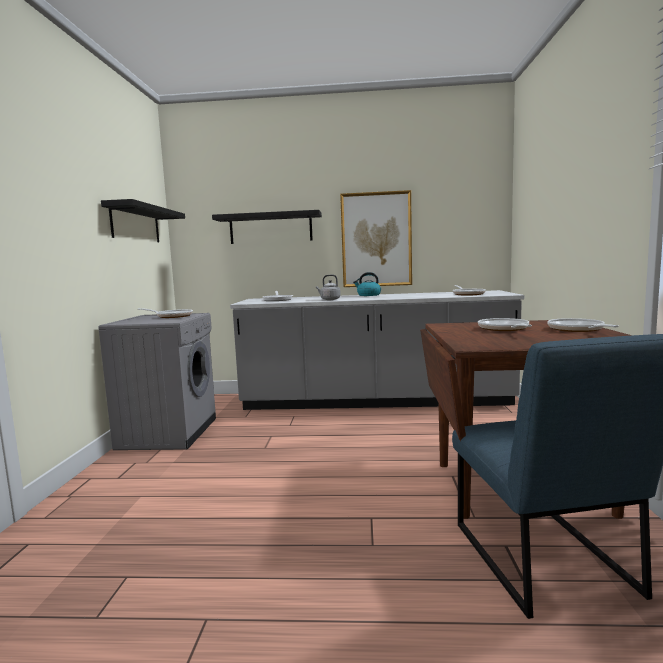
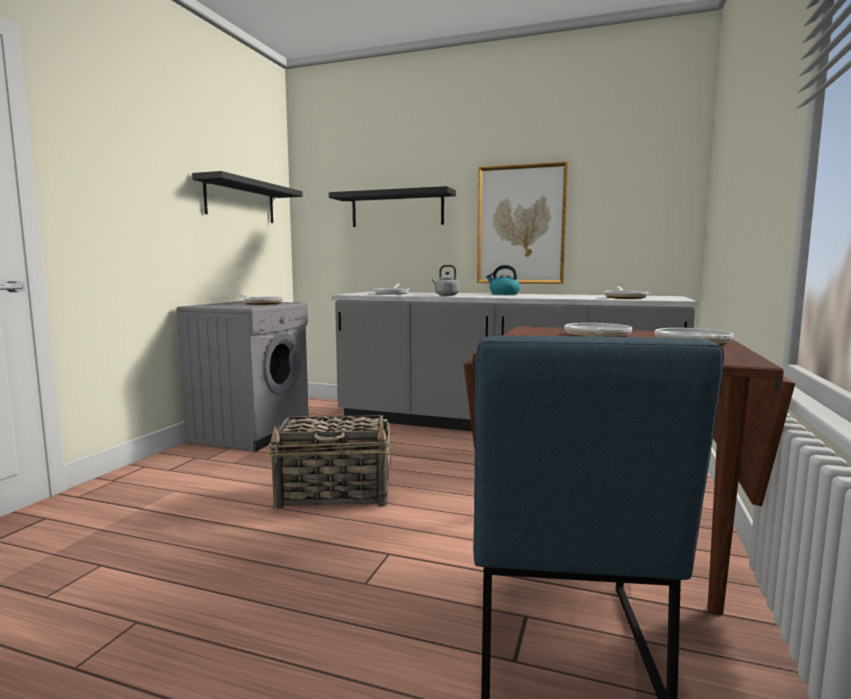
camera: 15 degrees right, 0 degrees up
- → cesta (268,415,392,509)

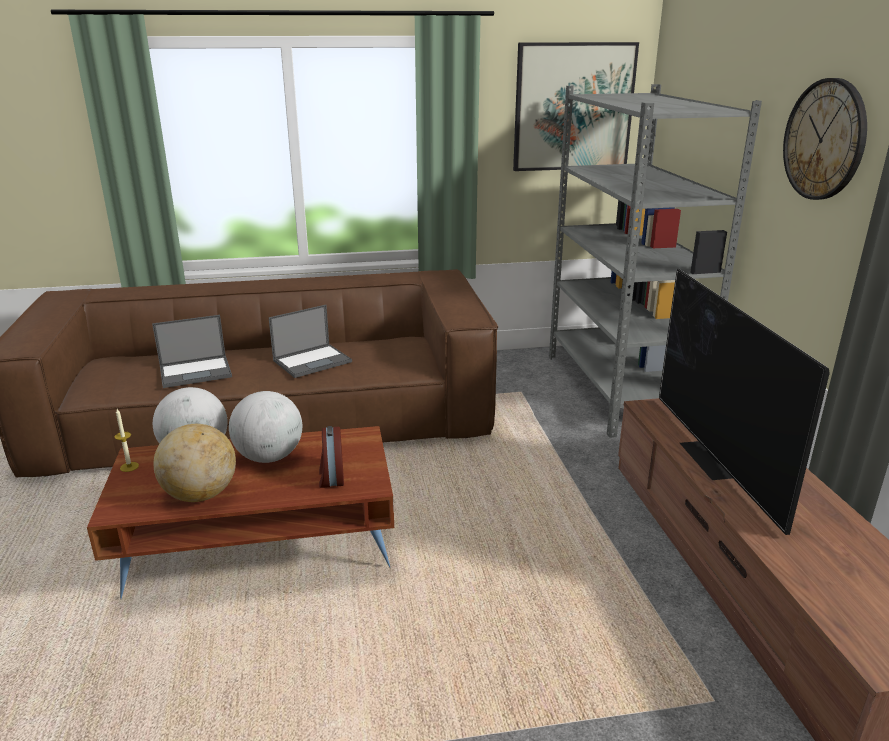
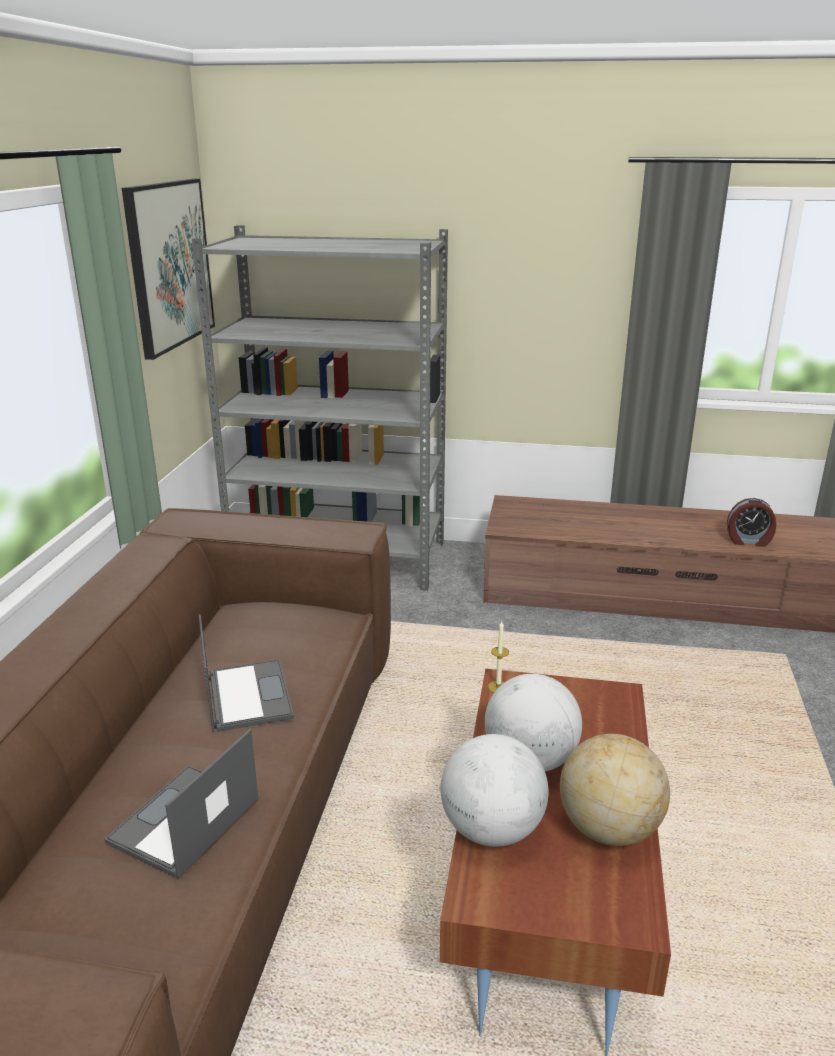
camera: 70 degrees left, 0 degrees up
portátil (152,315,232,388) → portátil (104,729,258,879), 150 degrees counterclockwise
vela (115,409,139,472) → vela (488,621,509,692), shifted
despertador (319,426,344,488) → despertador (727,498,776,547), shifted
televisor (659,269,830,535) → -
reloj de pared (783,78,867,200) → -

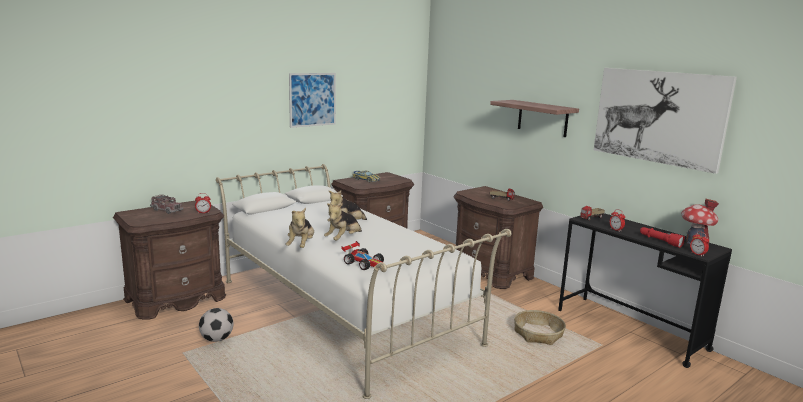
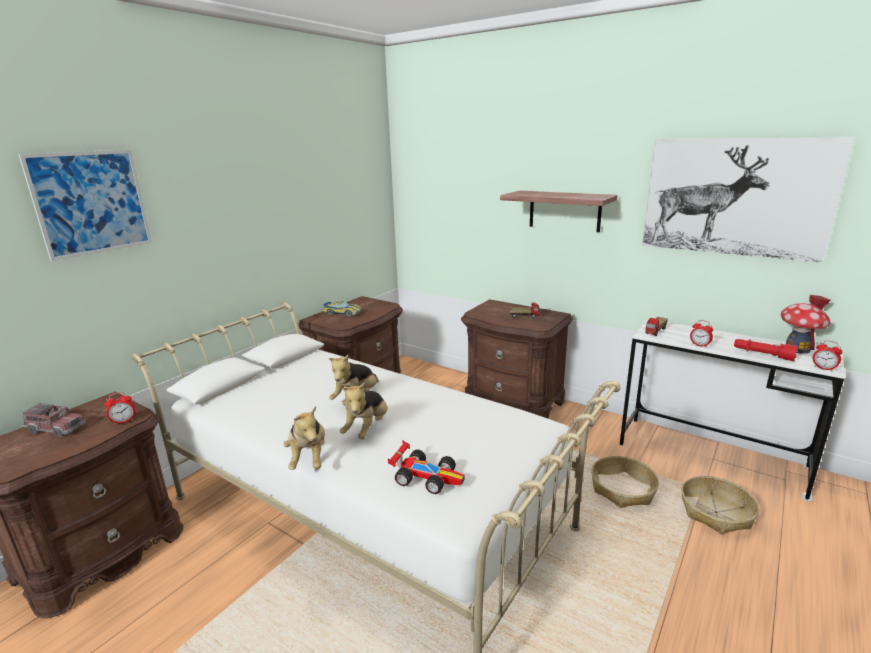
camera: 15 degrees left, 5 degrees up
cuadro (289,73,336,128) → cuadro (18,150,152,261), shifted
escritorio/negro (558,213,732,368) → escritorio/blanco (620,319,845,502)
- → cesta (681,476,759,534)
balón de fútbol (199,308,234,342) → -

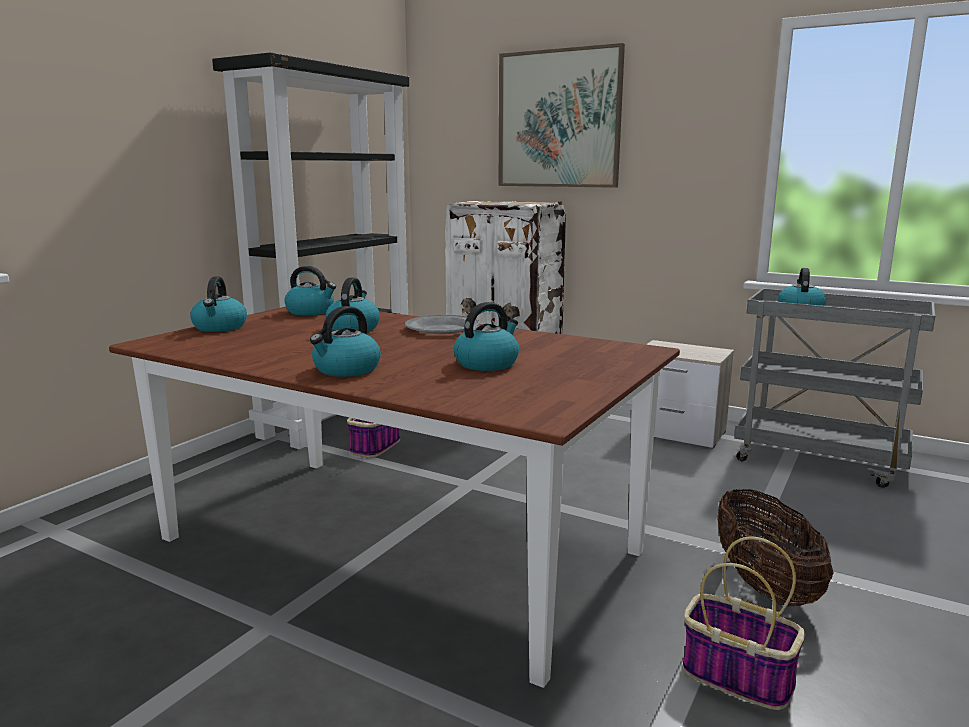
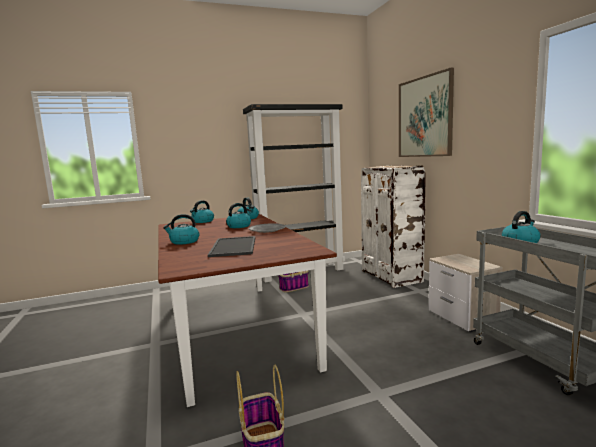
camera: 40 degrees right, 5 degrees down
hervidor (454,302,519,371) → bandeja (208,236,255,257)
cesta (718,489,834,606) → -

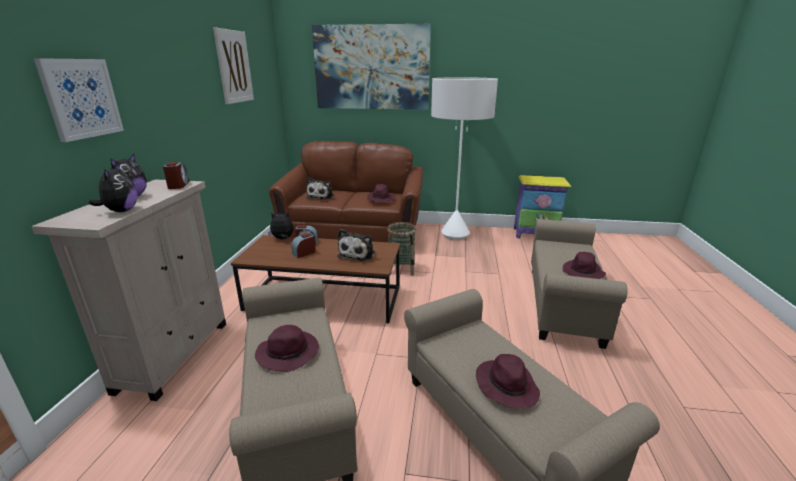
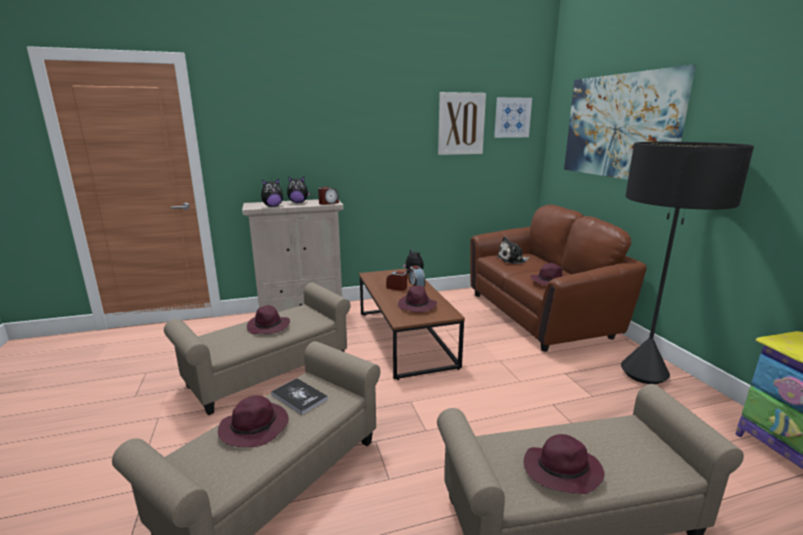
camera: 65 degrees right, 5 degrees down
- → libro (271,378,328,415)
peluche (337,229,375,261) → sombrero/morado (398,286,437,312)
cuadro (34,58,124,142) → cuadro (494,97,532,138), shifted
lámpara de pie/blanco (431,77,498,240) → lámpara de pie/negro (621,142,754,384)
cesta (387,222,416,276) → -

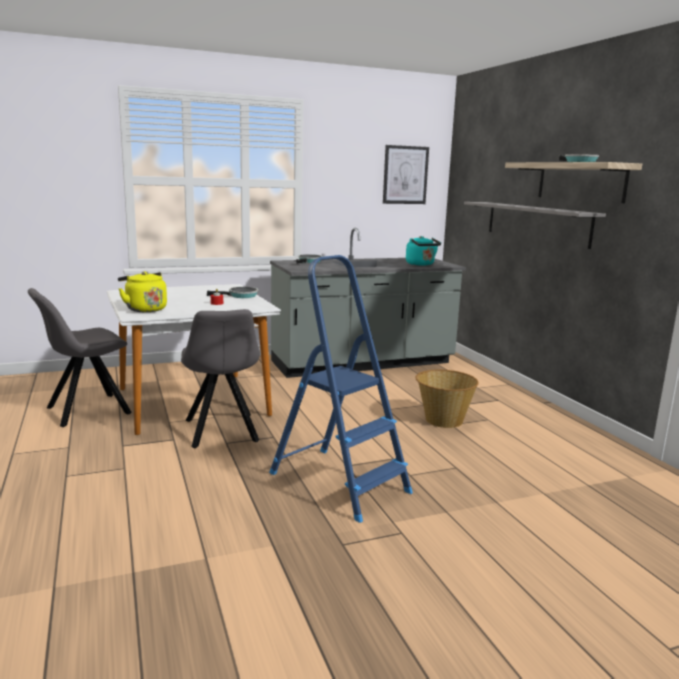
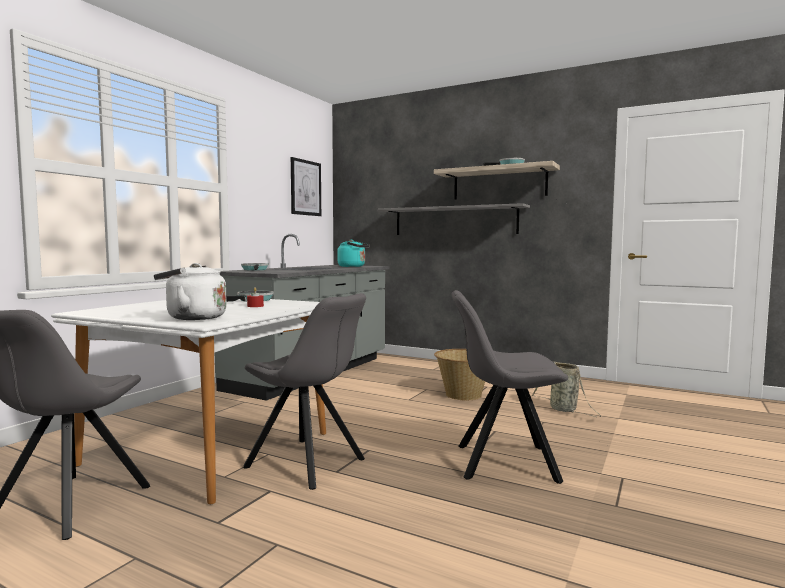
camera: 40 degrees left, 10 degrees down
hervidor/amarillo (118,271,167,312) → hervidor/blanco (154,263,227,320)
escalera de tijera/azul (269,255,413,523) → silla/gris (451,290,568,484)
- → cesta (532,361,601,417)

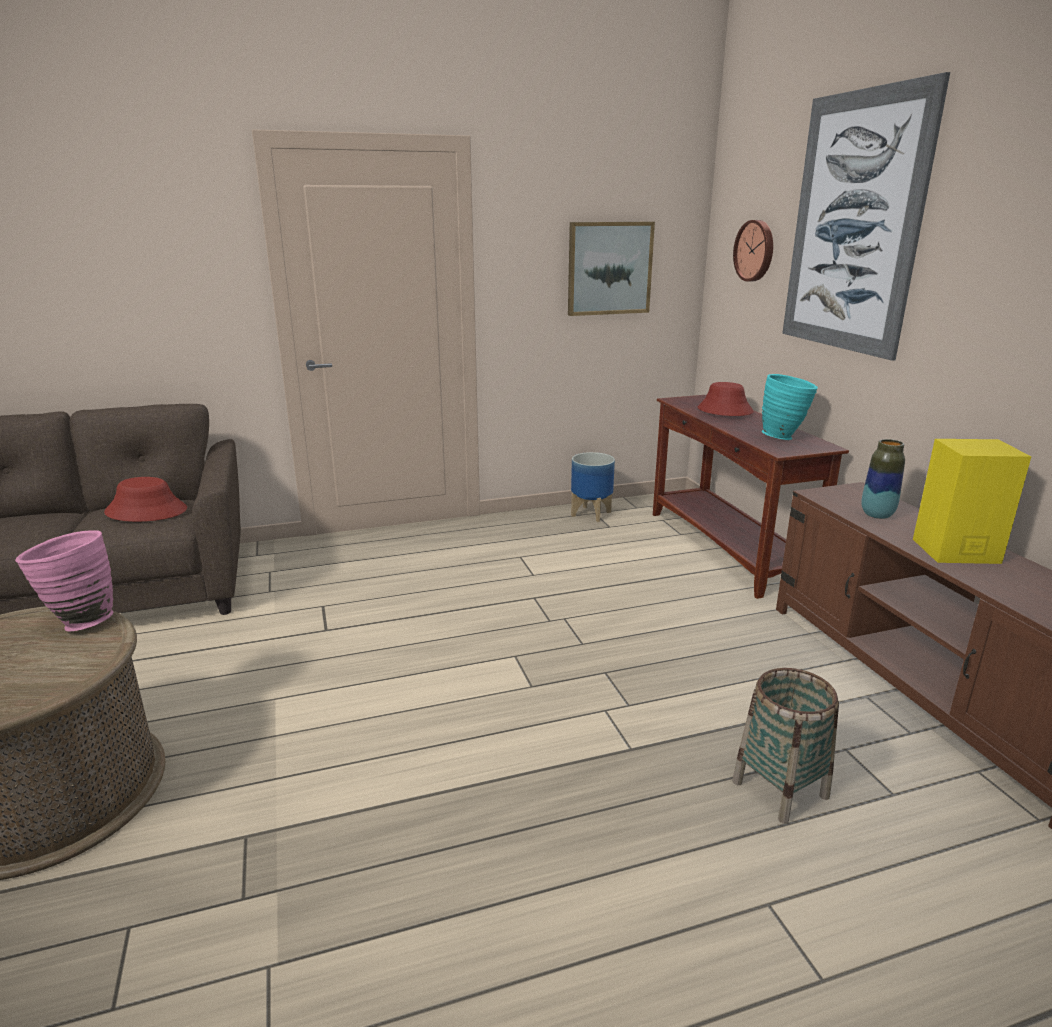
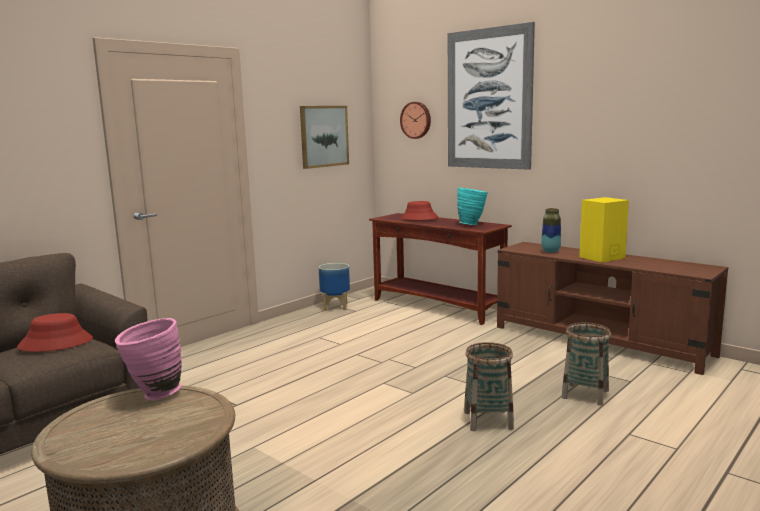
camera: 30 degrees left, 10 degrees down
- → cesta (464,342,514,431)

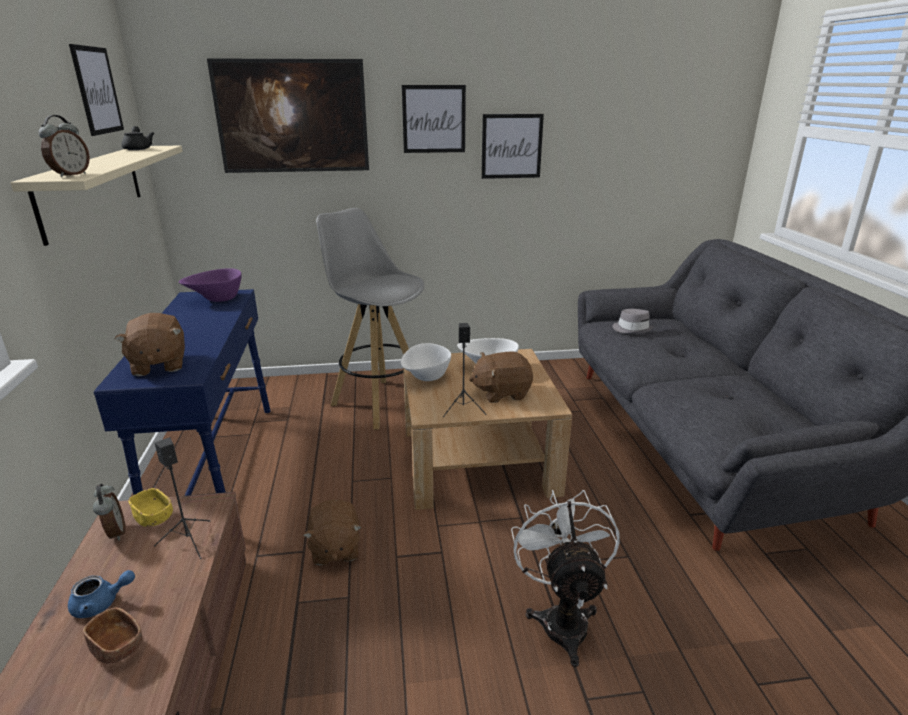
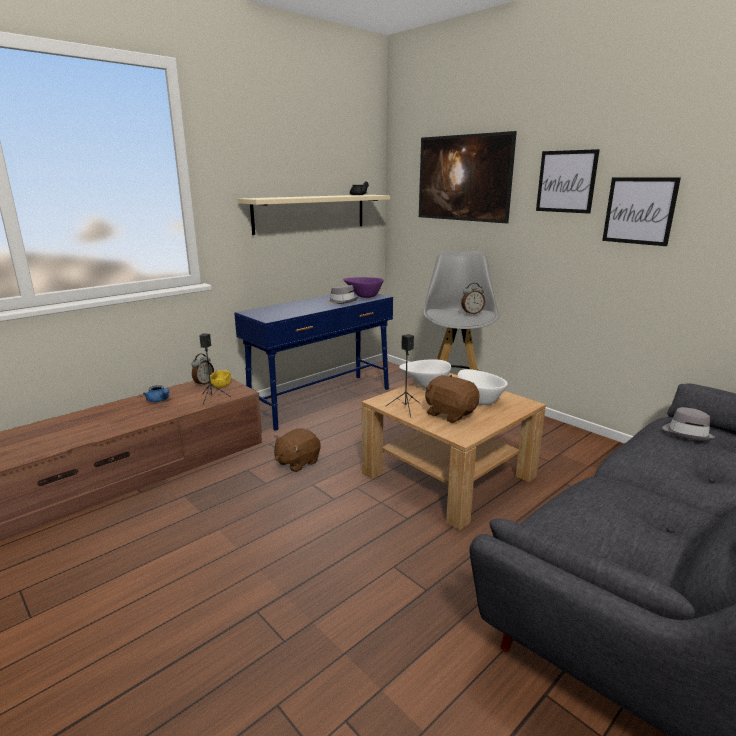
camera: 55 degrees right, 5 degrees down
- → sombrero/gris (326,285,358,304)
despertador (38,115,90,177) → despertador (461,283,485,315), shifted
cuadro (69,44,124,136) → -
cuenco/marrón (83,608,143,664) → -
peluche/marrón (115,313,185,376) → -
ventilador/blanco (511,490,620,667) → -

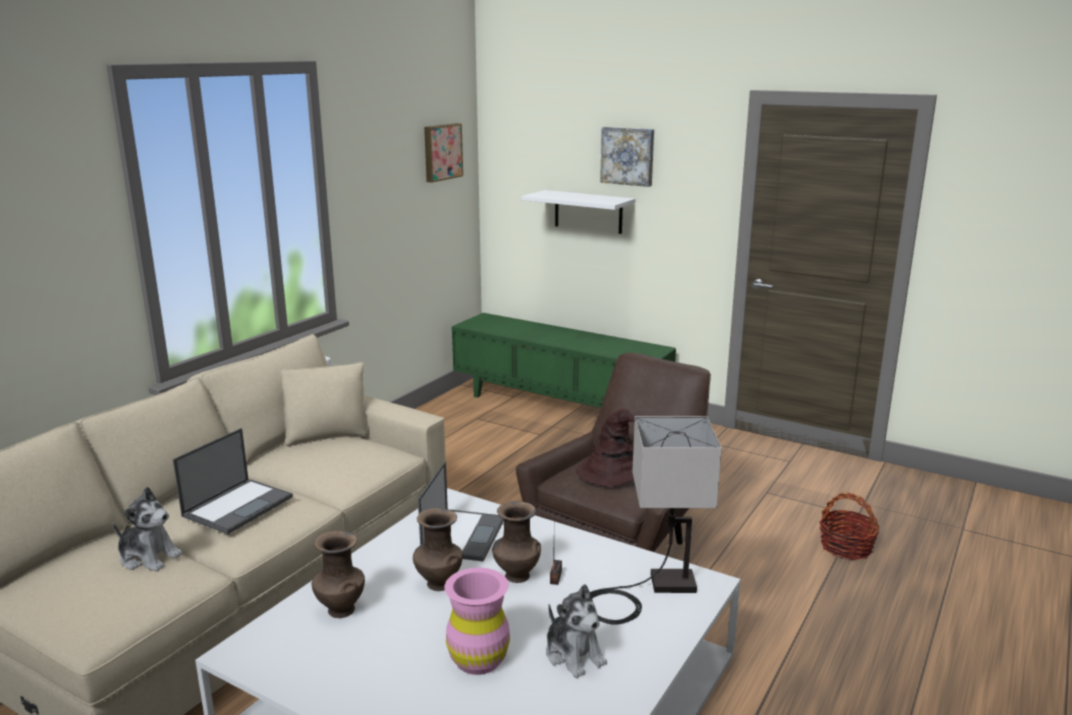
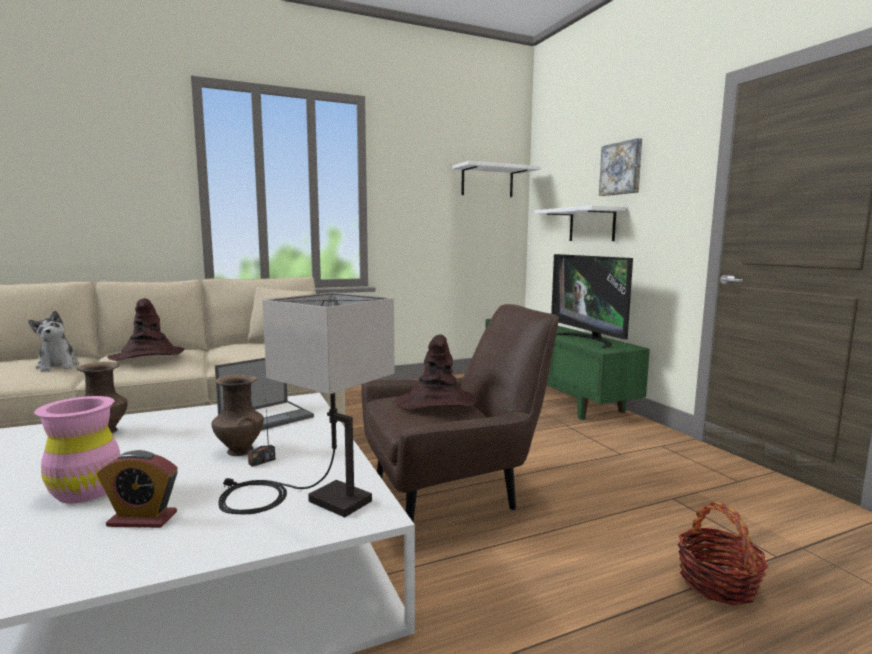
camera: 35 degrees right, 10 degrees down
peluche (546,584,607,678) → despertador (97,450,178,528)
portátil (173,428,293,534) → sombrero/marrón (107,298,185,361)
cuadro (424,123,463,183) → estante/blanco (452,161,541,197)
- → televisor (551,254,633,348)
florero/marrón (413,508,463,591) → -

